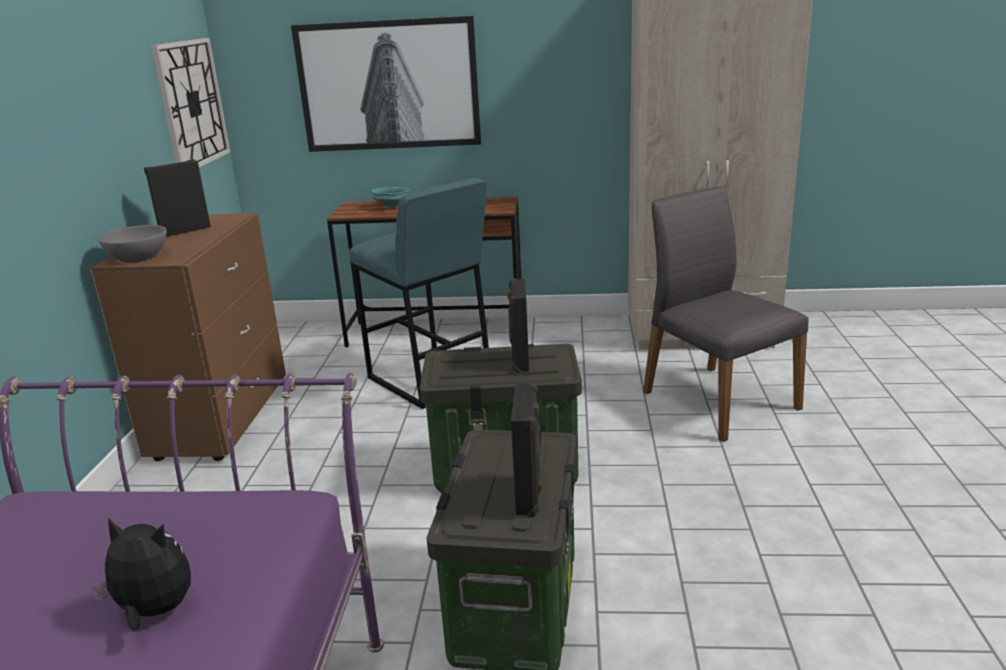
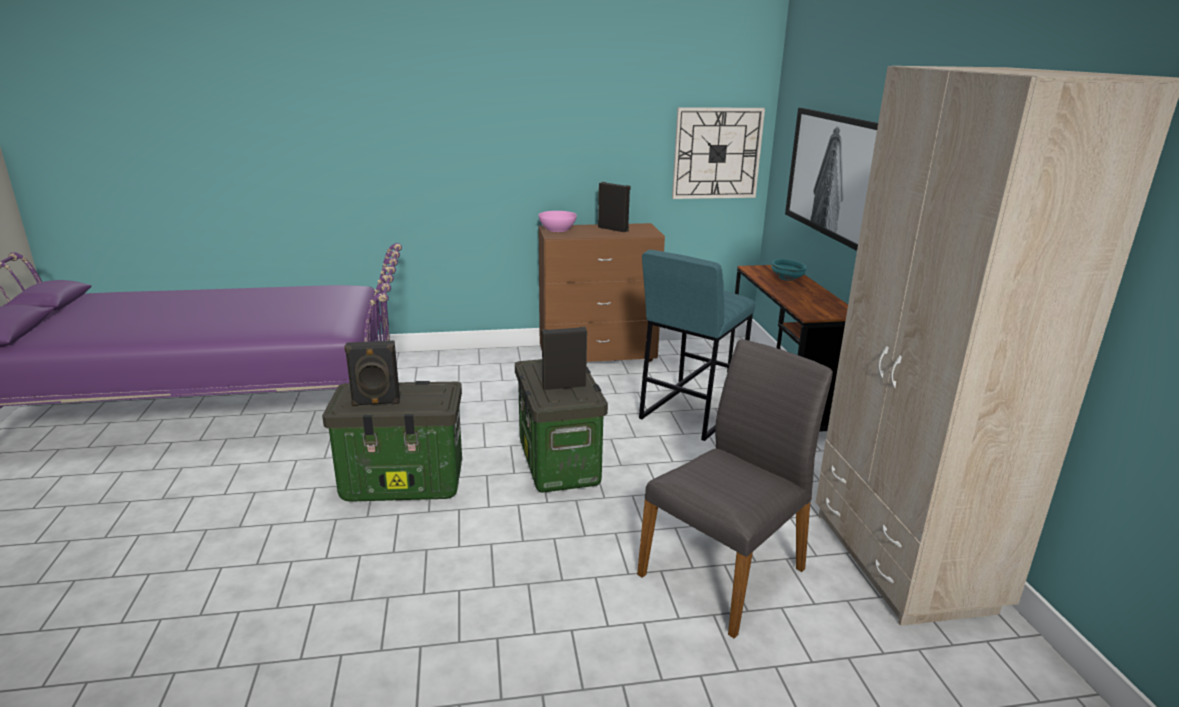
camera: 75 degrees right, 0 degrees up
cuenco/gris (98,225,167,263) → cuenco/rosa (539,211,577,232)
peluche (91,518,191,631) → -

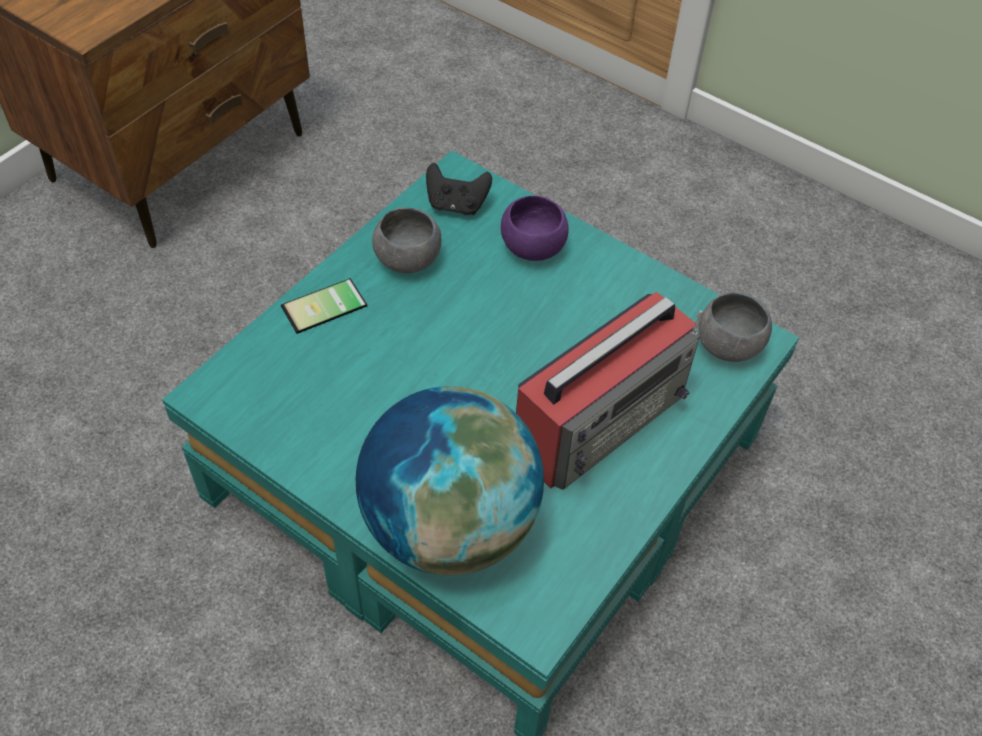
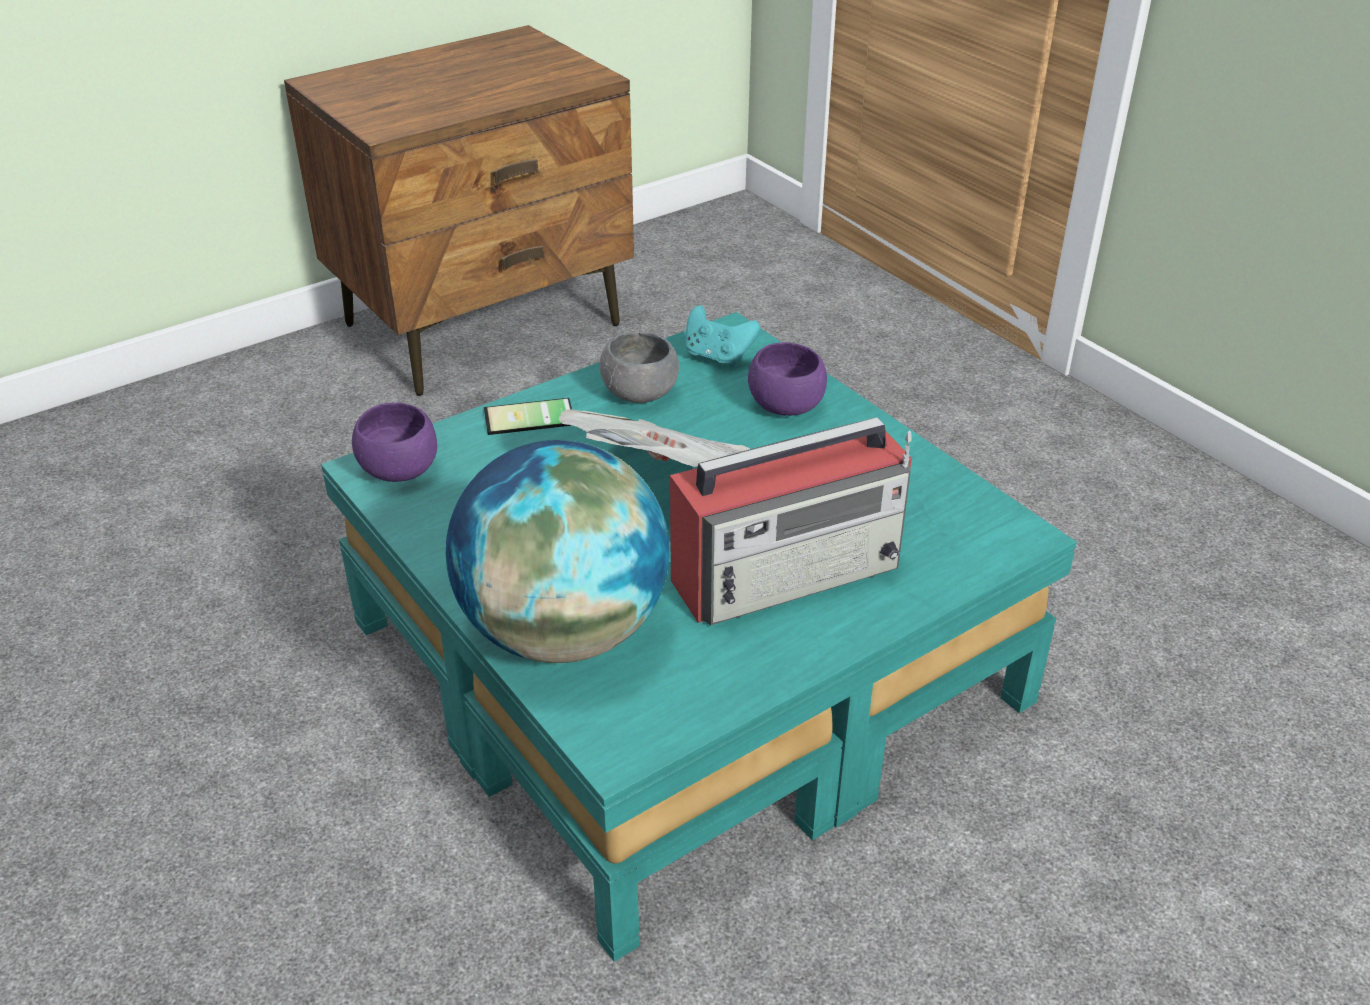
camera: 20 degrees right, 15 degrees down
- → cuenco/morado (352,403,437,482)
- → periódico (559,410,750,467)
mando de consola/negro (426,163,492,215) → mando de consola/turquesa (685,305,760,367)
cuenco/gris (699,292,772,362) → -

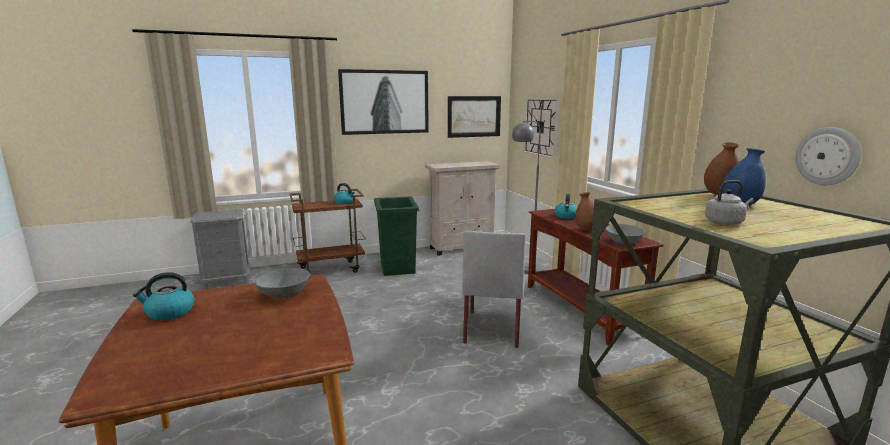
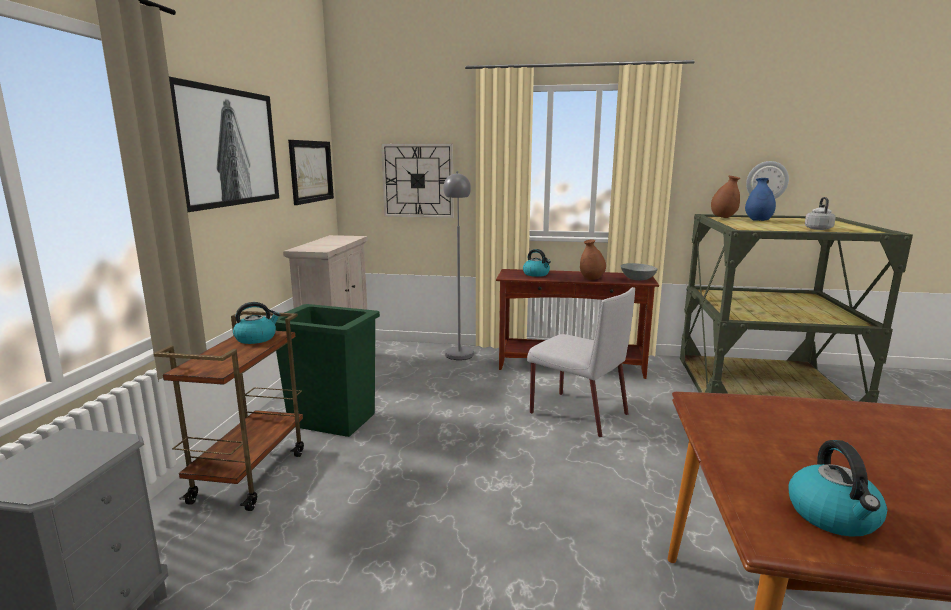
camera: 60 degrees left, 0 degrees up
cuenco/gris (255,268,310,298) → -

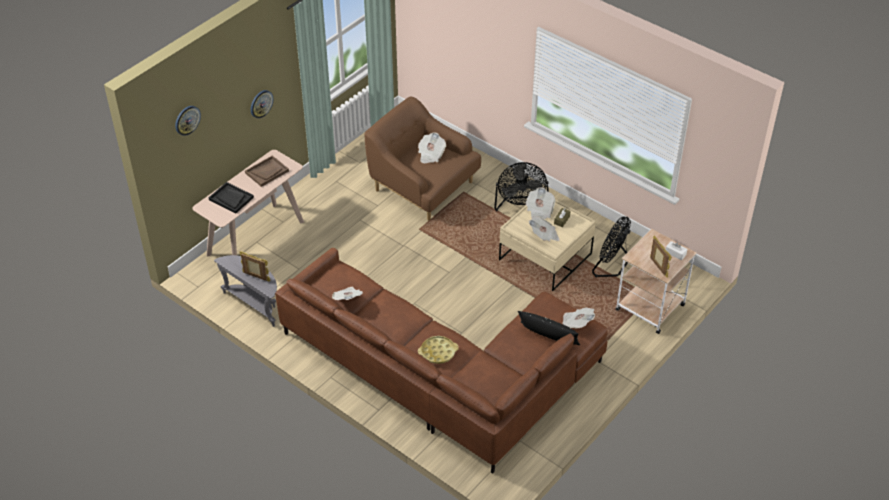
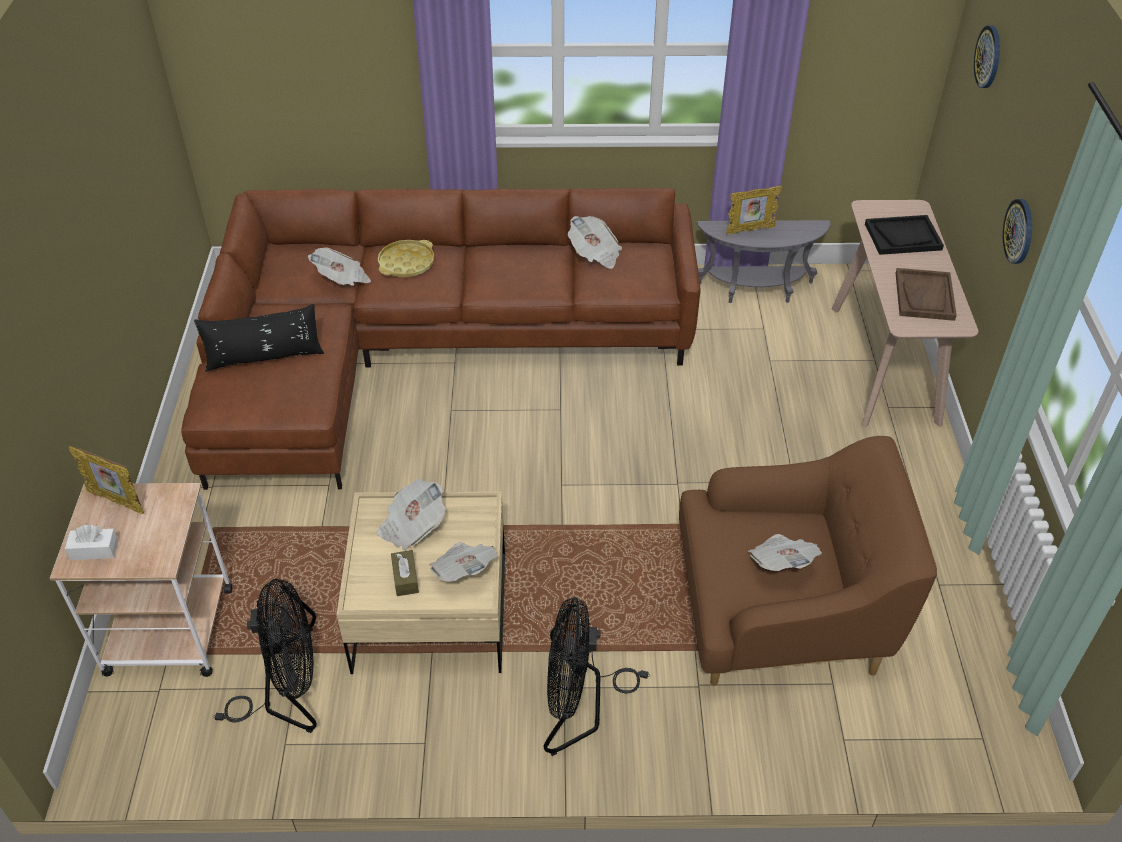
camera: 140 degrees right, 0 degrees up
periódico (562,307,595,329) → periódico (308,247,371,286), shifted
ventilador/negro (494,162,549,211) → ventilador/negro (544,597,650,756), 45 degrees counterclockwise

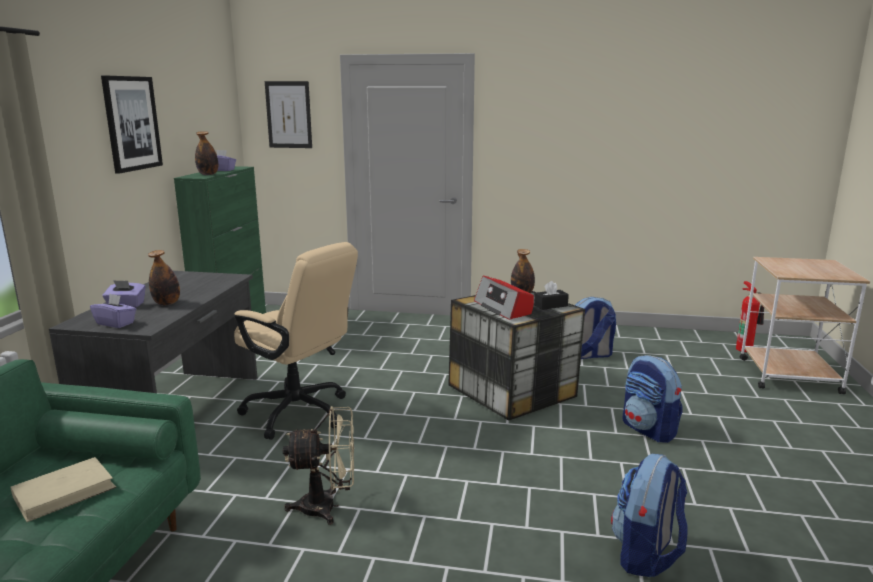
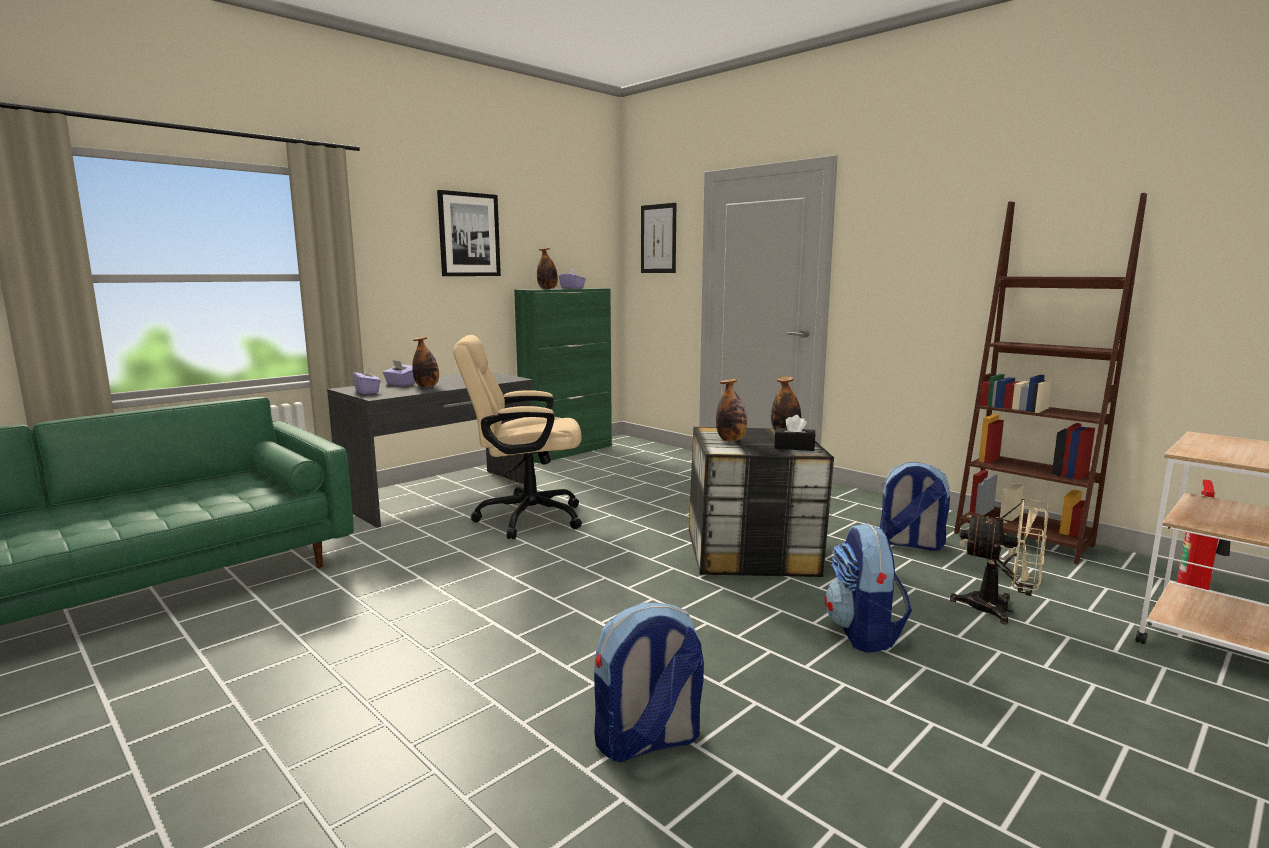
camera: 35 degrees right, 5 degrees down
silla de oficina/beis (234,242,358,440) → silla de oficina/beis (453,335,582,539), 105 degrees clockwise
radio (474,276,534,320) → botella (716,379,747,441)
ventilador/beis (283,406,354,525) → ventilador/beis (950,498,1049,624), shifted
- → estantería/marrón (954,193,1147,564)
libro/beis (11,457,116,522) → -

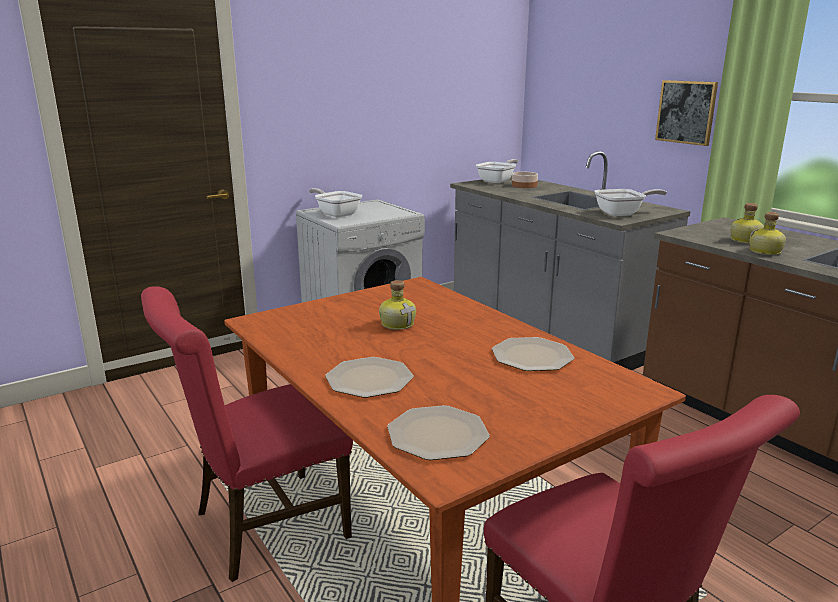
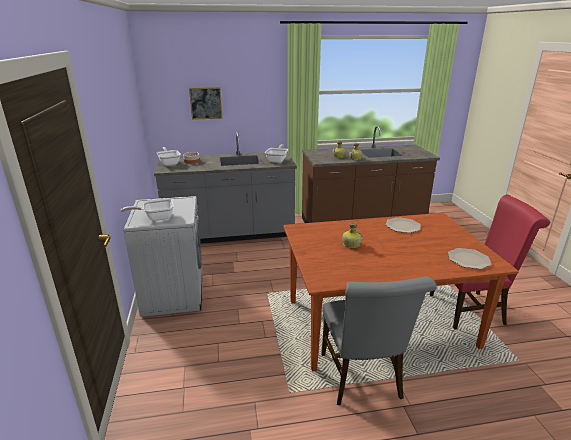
camera: 65 degrees left, 5 degrees up
cuadro (655,80,718,146) → cuadro (189,87,222,120), shifted
silla/rojo (141,286,353,582) → silla/gris (321,276,437,405)
plato (325,357,414,398) → -

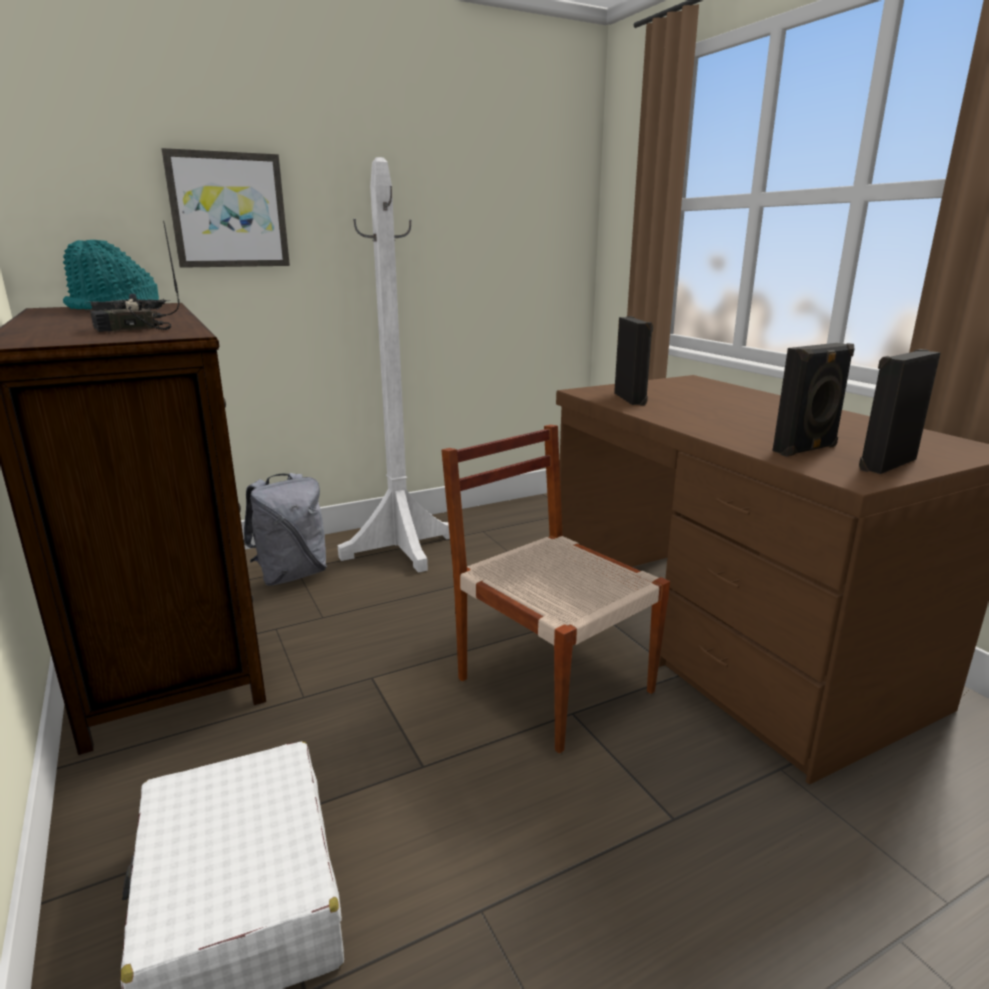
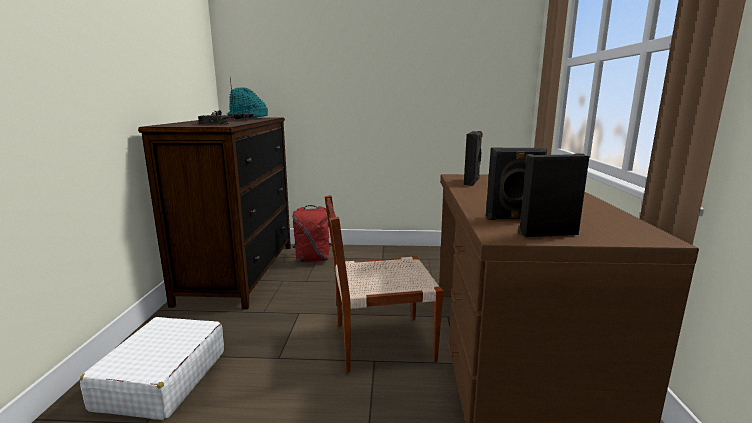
camera: 30 degrees right, 5 degrees down
mochila/gris (244,473,327,586) → mochila/rojo (292,205,332,262)
silla (441,425,670,753) → silla (324,195,443,373), 90 degrees counterclockwise
cuadro (162,148,290,268) → -
perchero/blanco (338,157,450,573) → -

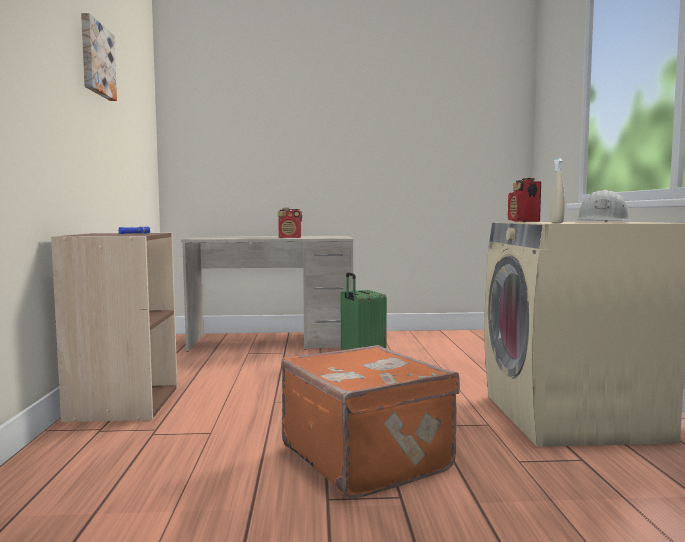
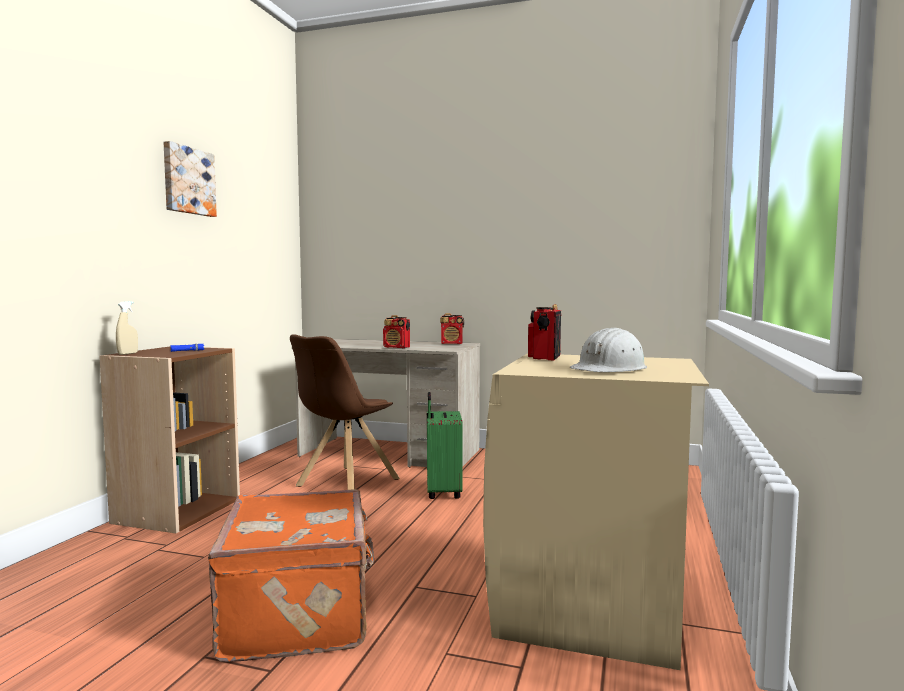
camera: 20 degrees right, 0 degrees up
pulverizador/beis (549,158,565,223) → pulverizador/beis (116,301,138,355), shifted
- → silla/marrón (290,334,400,490)
- → radio (440,313,464,344)

